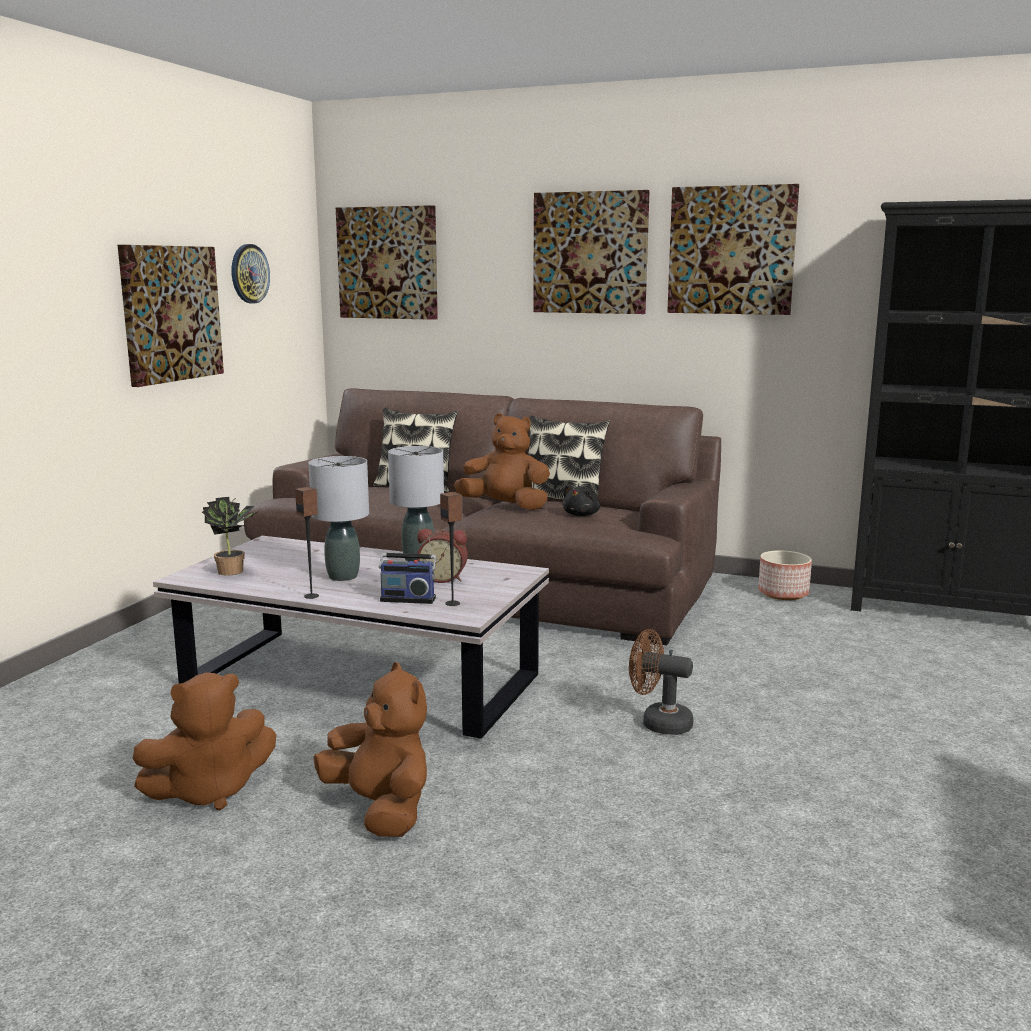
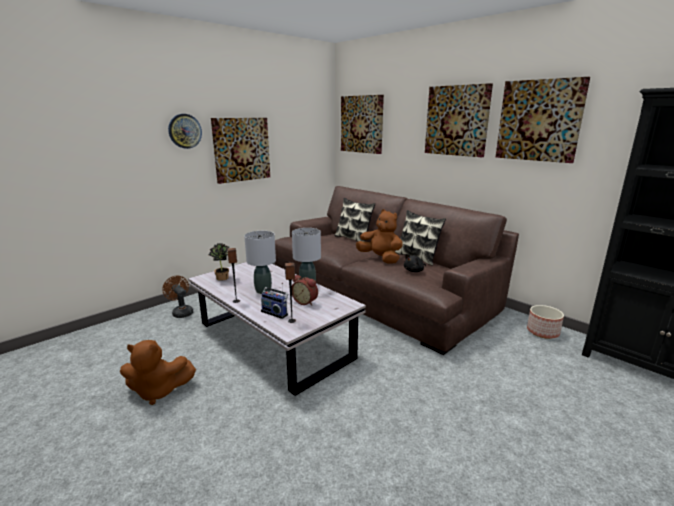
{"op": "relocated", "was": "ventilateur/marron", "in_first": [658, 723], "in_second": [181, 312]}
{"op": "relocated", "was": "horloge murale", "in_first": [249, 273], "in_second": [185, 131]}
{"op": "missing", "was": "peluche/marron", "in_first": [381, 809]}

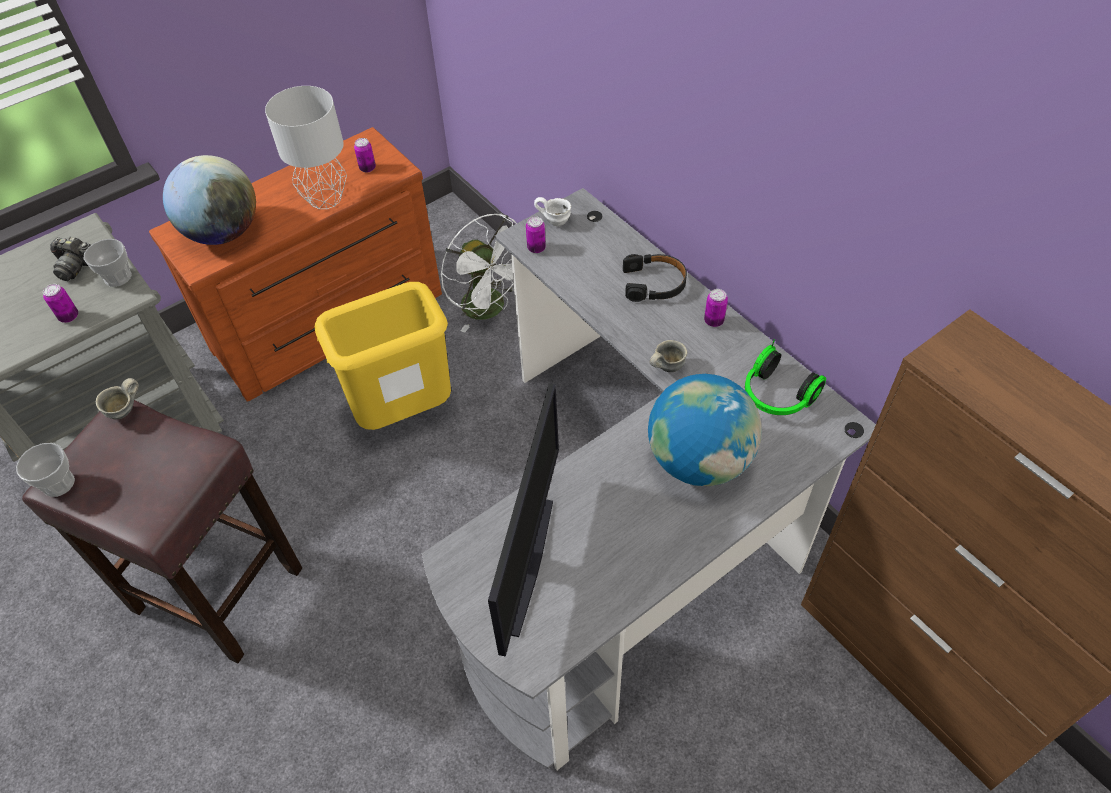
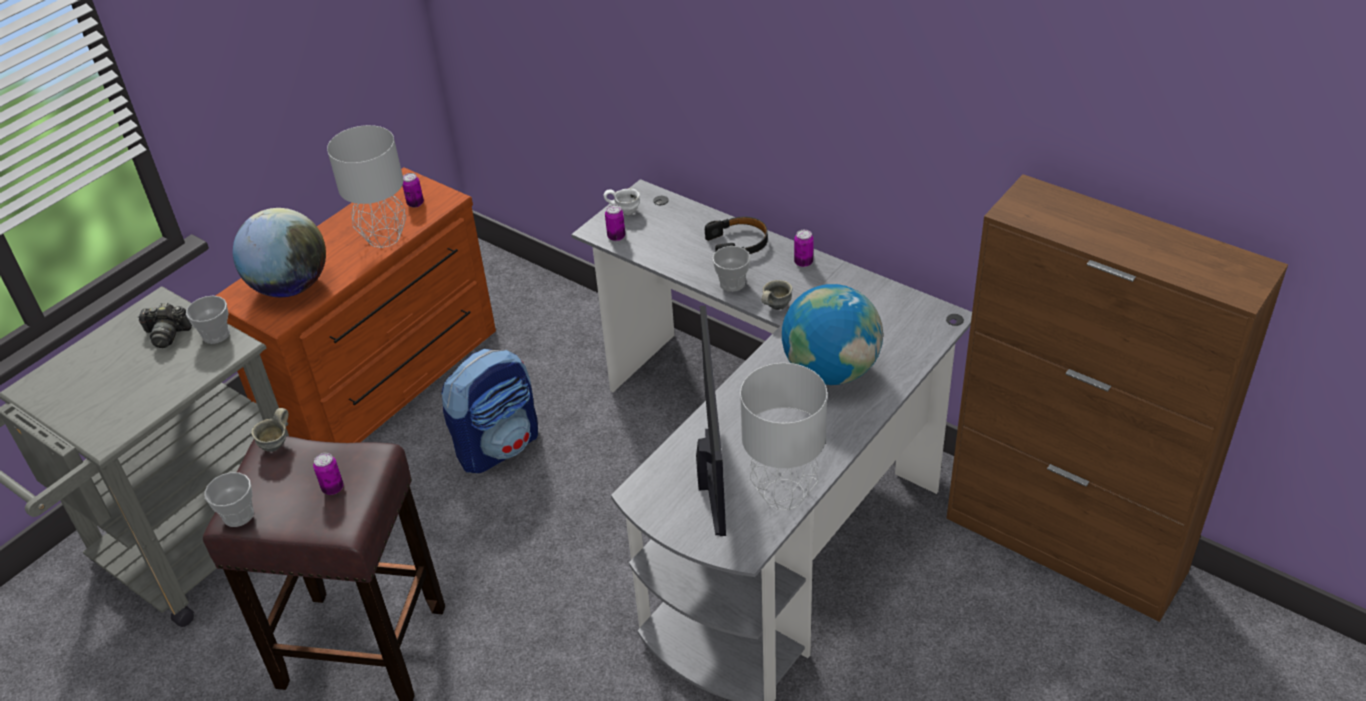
{"op": "relocated", "was": "boîte métallique", "in_first": [69, 317], "in_second": [333, 488]}
{"op": "exchanged", "was": "poubelle/jaune", "now": "sac à dos", "in_first": [405, 413], "in_second": [499, 446]}
{"op": "appeared", "now": "tasse", "in_second": [732, 283]}
{"op": "appeared", "now": "lampe de table/gris", "in_second": [784, 493]}
{"op": "missing", "was": "ventilateur/blanc", "in_first": [491, 309]}
{"op": "missing", "was": "casque audio", "in_first": [776, 396]}

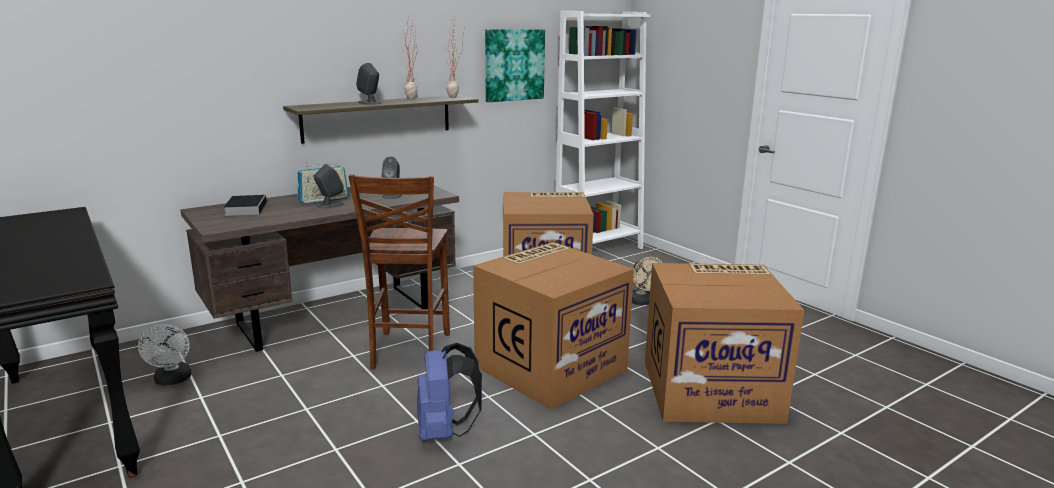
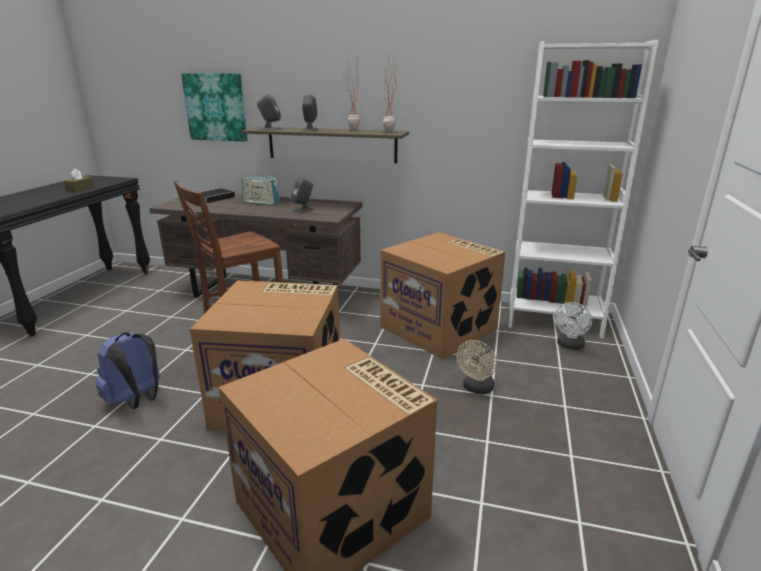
{"op": "appeared", "now": "boîte à mouchoirs/marron", "in_second": [80, 189]}
{"op": "relocated", "was": "tableau", "in_first": [514, 65], "in_second": [216, 107]}
{"op": "relocated", "was": "enceinte/gris", "in_first": [330, 205], "in_second": [270, 129]}
{"op": "relocated", "was": "ventilateur/blanc", "in_first": [172, 380], "in_second": [569, 346]}

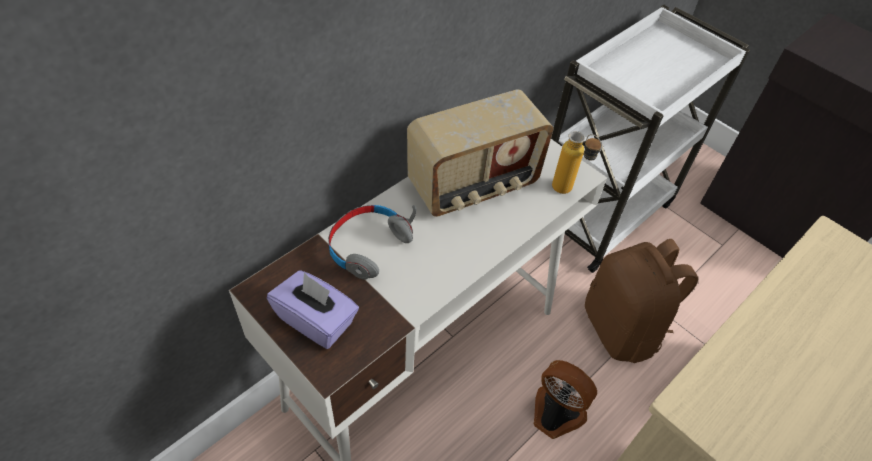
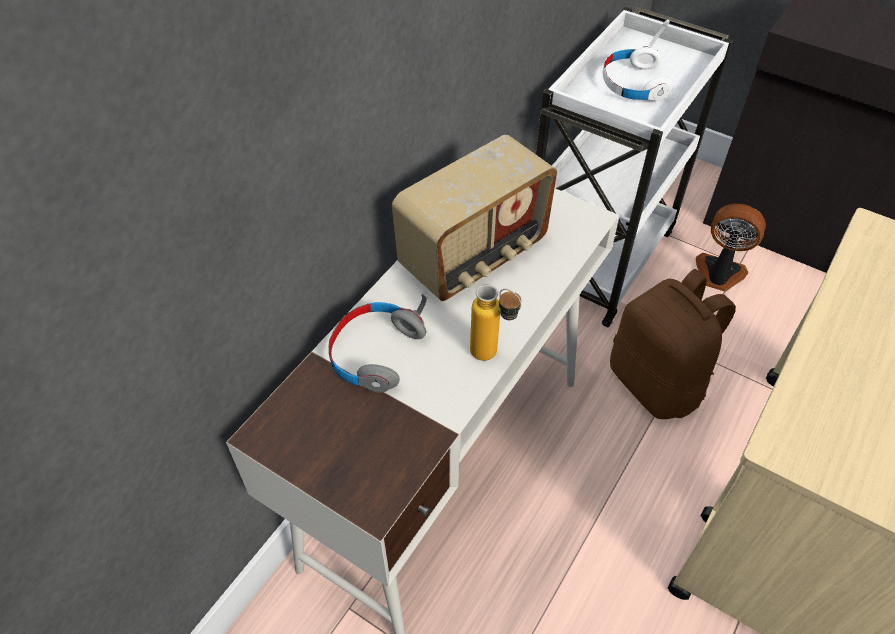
{"op": "relocated", "was": "bouteille", "in_first": [568, 192], "in_second": [493, 356]}
{"op": "appeared", "now": "casque audio/blanc", "in_second": [633, 84]}
{"op": "relocated", "was": "ventilateur", "in_first": [554, 415], "in_second": [718, 274]}
{"op": "missing", "was": "boîte à mouchoirs/violet", "in_first": [316, 320]}

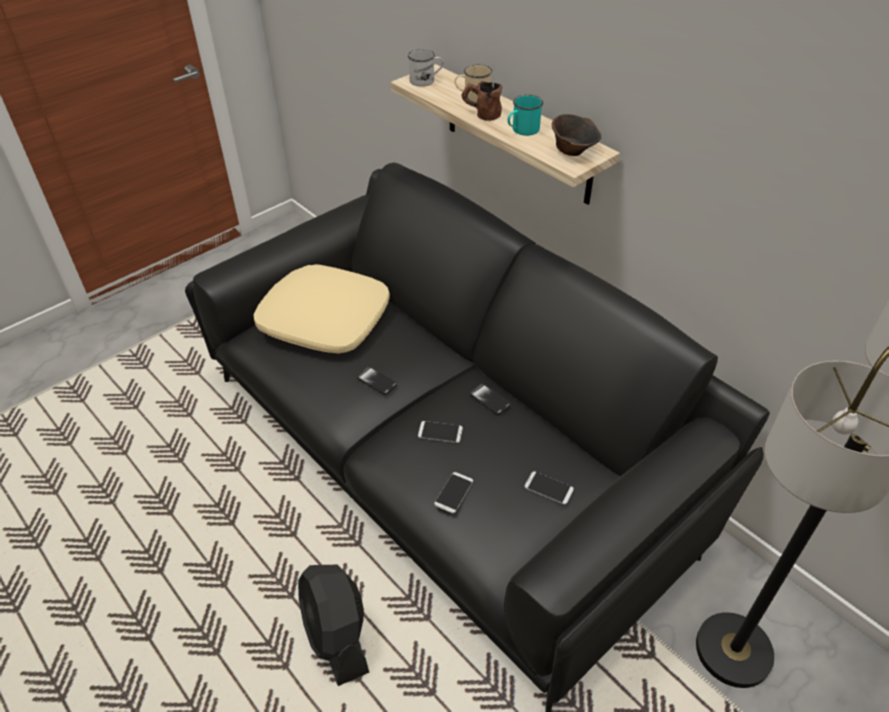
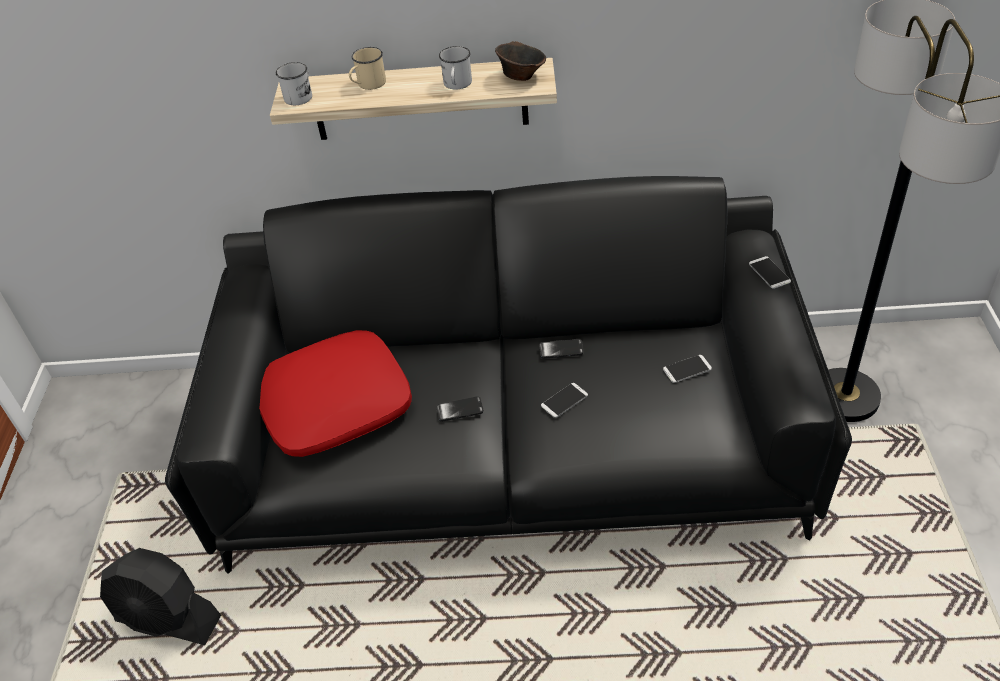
{"op": "relocated", "was": "ventilateur/noir", "in_first": [337, 635], "in_second": [169, 619]}
{"op": "colour", "was": "coussin/beige", "now": "coussin/rouge", "in_first": [325, 319], "in_second": [335, 404]}
{"op": "colour", "was": "mug/turquoise", "now": "mug/blanc", "in_first": [522, 130], "in_second": [457, 85]}
{"op": "relocated", "was": "téléphone", "in_first": [454, 493], "in_second": [769, 273]}
{"op": "missing", "was": "mug/marron", "in_first": [481, 114]}

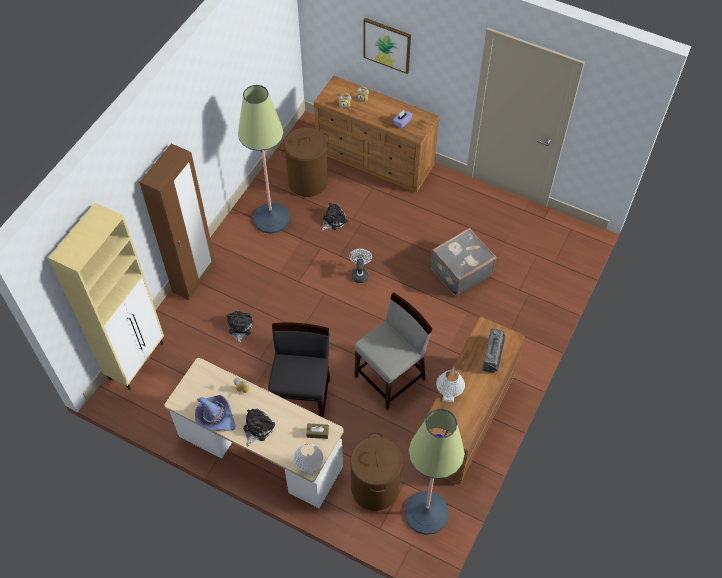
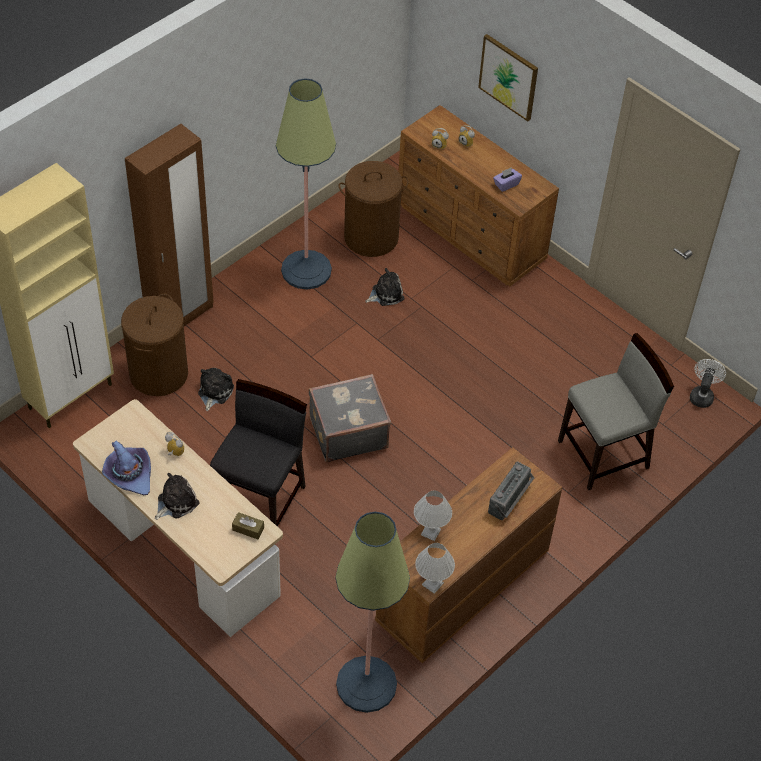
{"op": "relocated", "was": "panier à linge/marron", "in_first": [375, 488], "in_second": [159, 374]}
{"op": "relocated", "was": "valise/gris", "in_first": [460, 271], "in_second": [347, 431]}
{"op": "relocated", "was": "lampe de table/blanc", "in_first": [309, 469], "in_second": [432, 584]}
{"op": "relocated", "was": "chaise/gris", "in_first": [390, 378], "in_second": [604, 454]}
{"op": "relocated", "was": "ventilateur/blanc", "in_first": [360, 273], "in_second": [702, 395]}

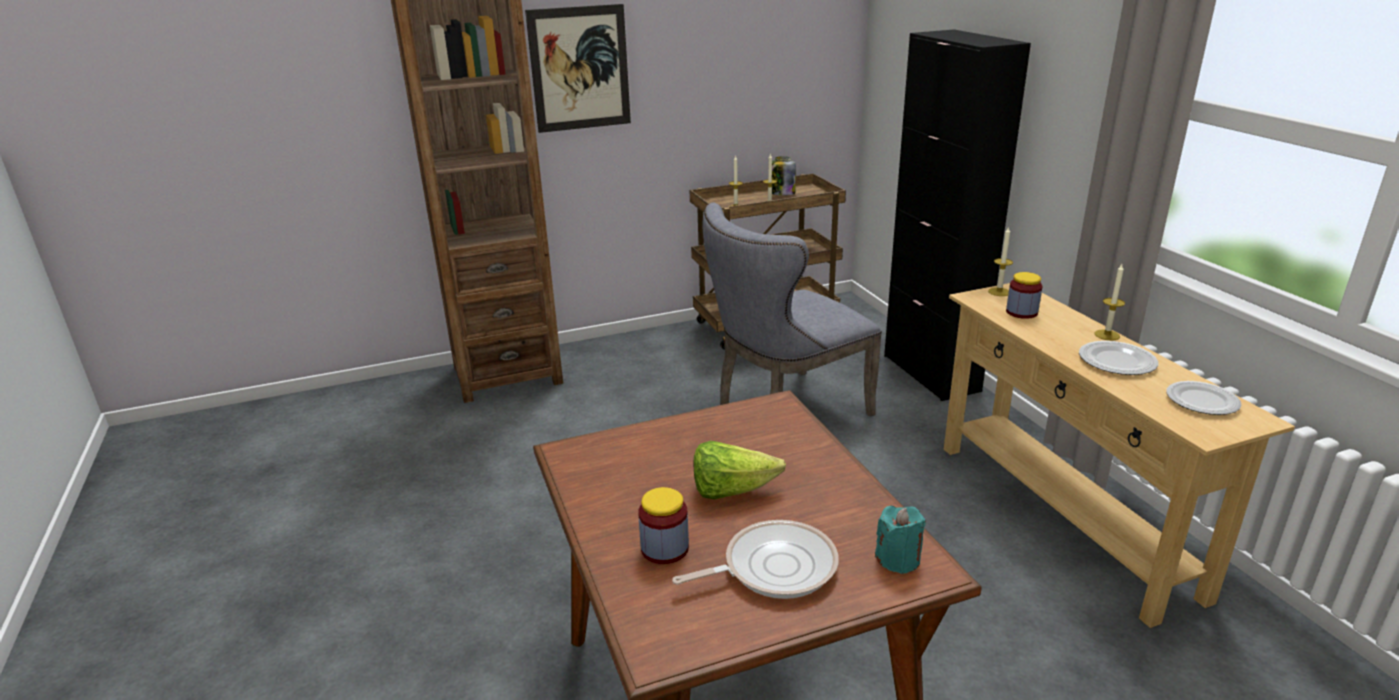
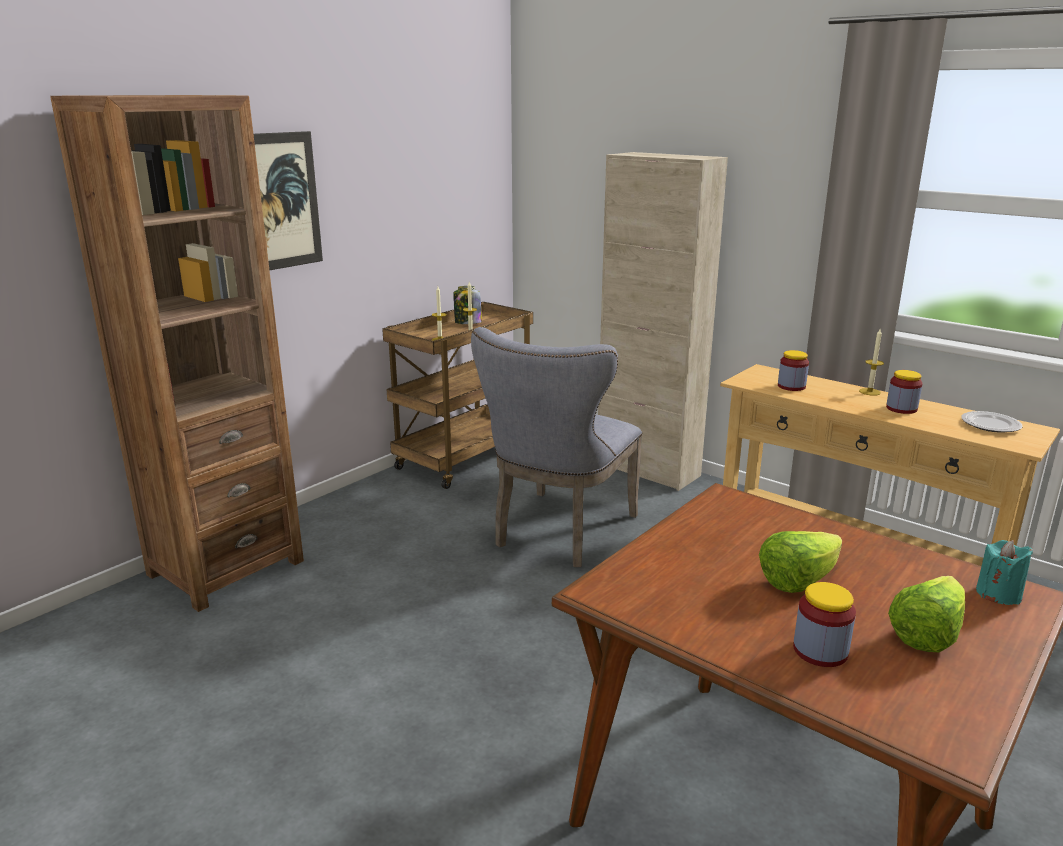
{"op": "colour", "was": "meuble de rangement/noir", "now": "meuble de rangement/beige", "in_first": [930, 373], "in_second": [647, 470]}
{"op": "exchanged", "was": "assiette", "now": "bocal", "in_first": [1116, 361], "in_second": [901, 408]}
{"op": "exchanged", "was": "poêle", "now": "laitue", "in_first": [773, 567], "in_second": [926, 634]}
{"op": "missing", "was": "bougie", "in_first": [999, 292]}

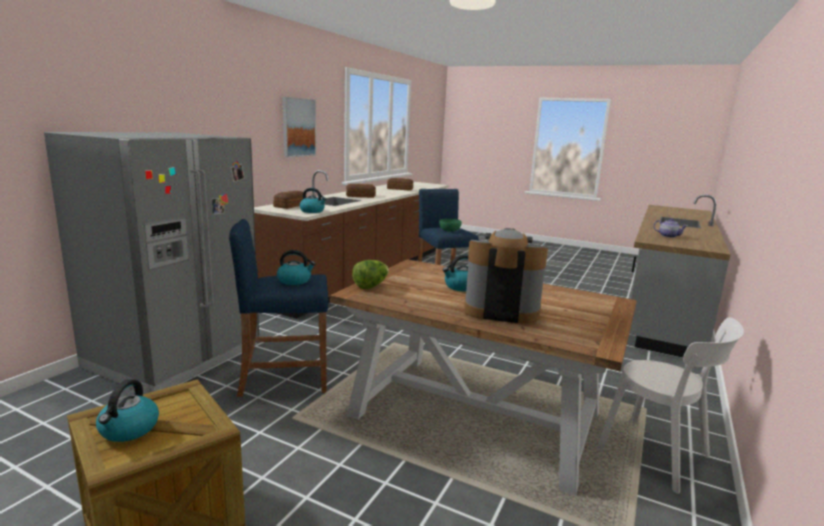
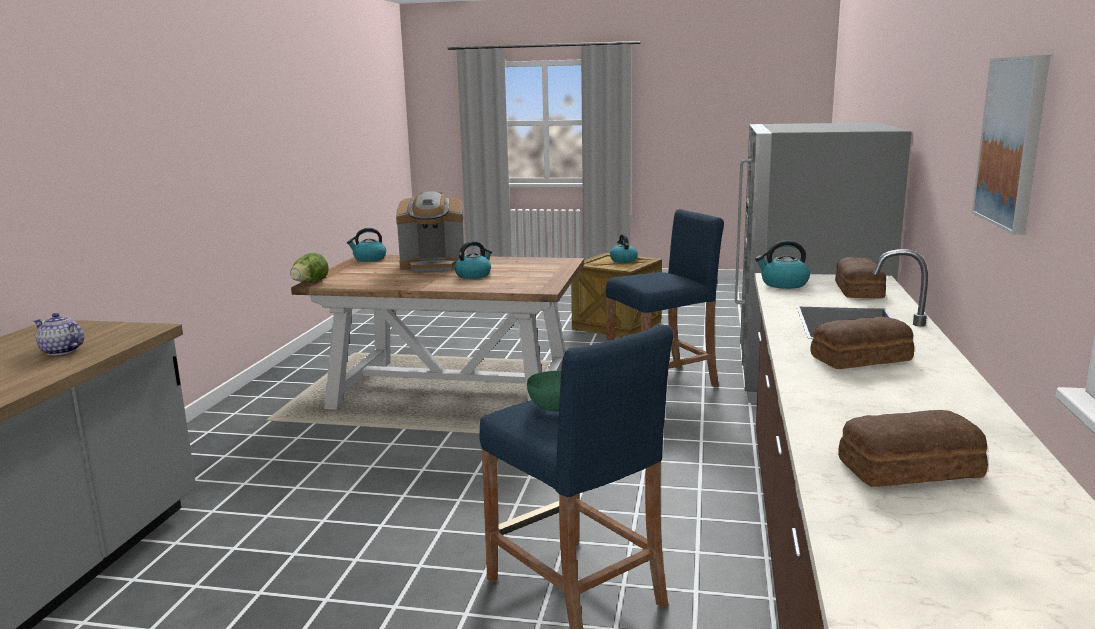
{"op": "relocated", "was": "laitue", "in_first": [371, 286], "in_second": [310, 283]}
{"op": "relocated", "was": "bouilloire", "in_first": [295, 281], "in_second": [369, 259]}
{"op": "missing", "was": "chaise/blanc", "in_first": [658, 456]}

